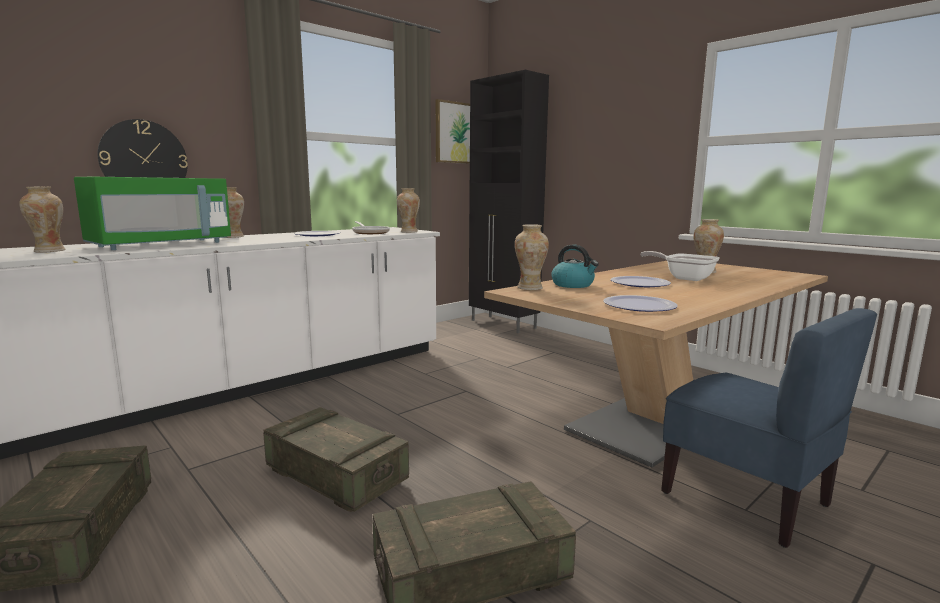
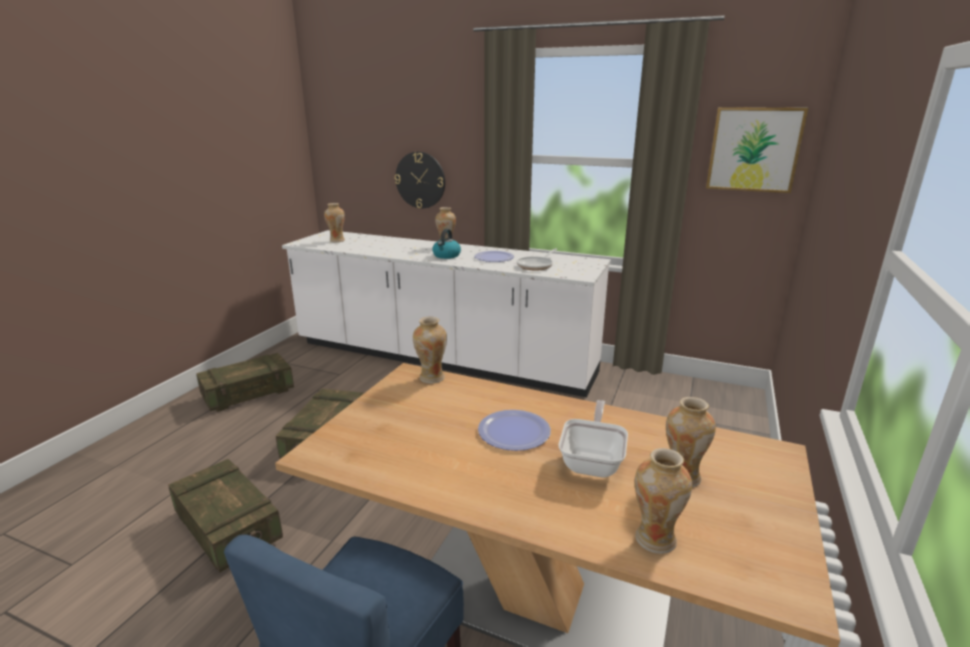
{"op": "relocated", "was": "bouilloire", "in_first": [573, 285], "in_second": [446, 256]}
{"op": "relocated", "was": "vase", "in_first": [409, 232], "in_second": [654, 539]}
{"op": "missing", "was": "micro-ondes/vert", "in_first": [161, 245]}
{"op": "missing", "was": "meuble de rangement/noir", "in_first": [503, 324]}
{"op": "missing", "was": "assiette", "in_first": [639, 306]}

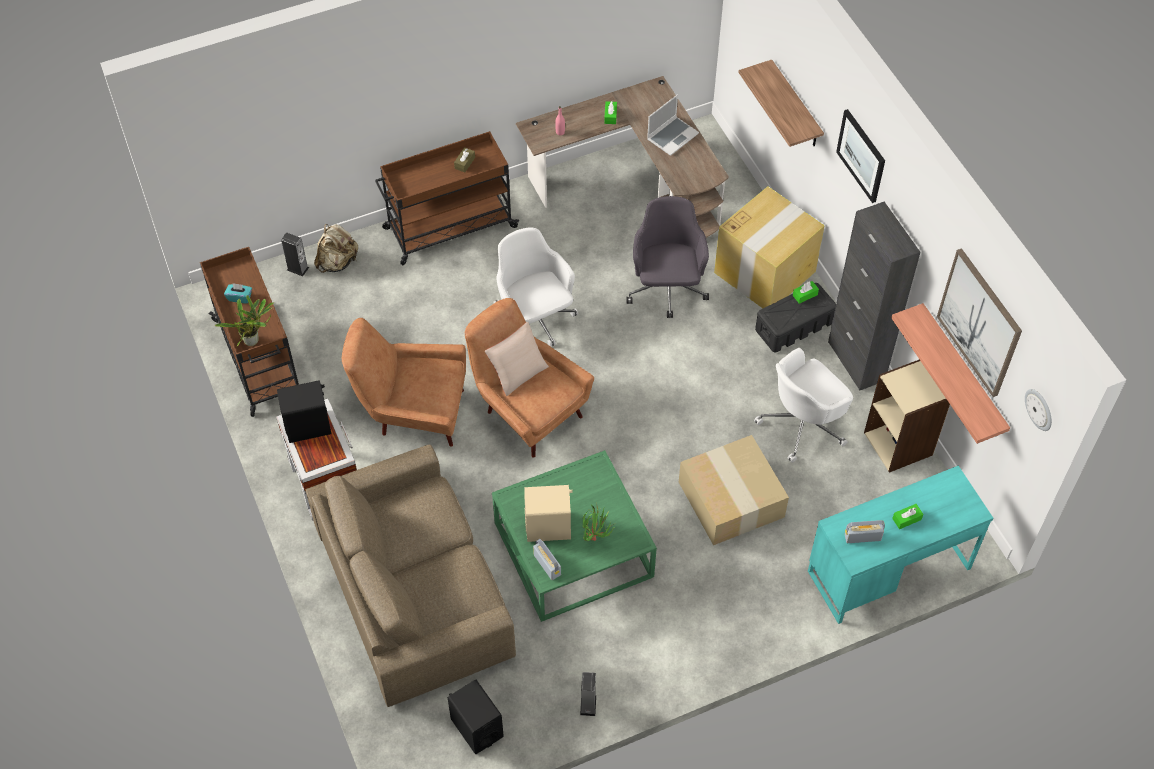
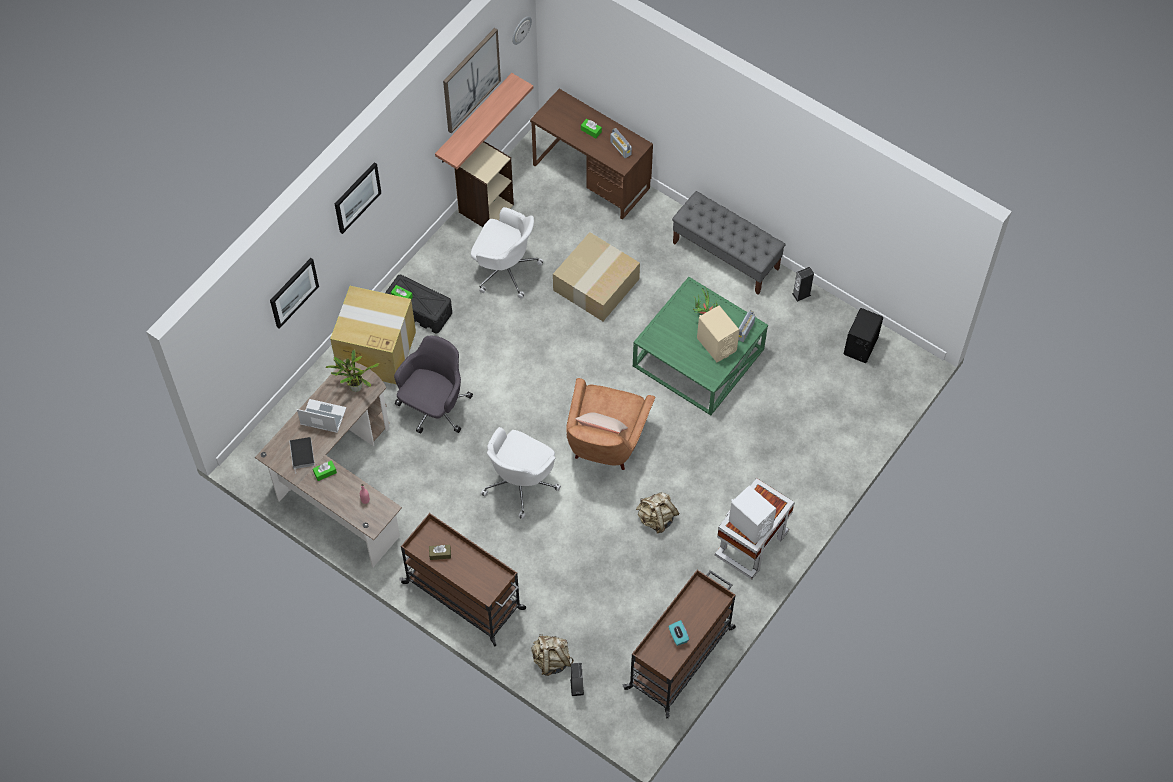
{"op": "exchanged", "was": "étagère", "now": "tableau", "in_first": [795, 106], "in_second": [293, 292]}
{"op": "appeared", "now": "livre", "in_second": [302, 455]}
{"op": "relocated", "was": "plante en pot", "in_first": [254, 340], "in_second": [354, 386]}
{"op": "spun", "was": "chaise de bureau/gris", "in_first": [667, 289], "in_second": [434, 408], "clockwise": 150}
{"op": "colour", "was": "bureau/turquoise", "now": "bureau/marron", "in_first": [888, 569], "in_second": [591, 177]}
{"op": "exchanged", "was": "fauteuil/marron", "now": "sac à dos/beige", "in_first": [413, 412], "in_second": [656, 518]}
{"op": "appeared", "now": "banc/gris", "in_second": [726, 256]}
{"op": "colour", "was": "enceinte/noir", "now": "enceinte/blanc", "in_first": [308, 426], "in_second": [750, 524]}
{"op": "missing", "was": "canapé/marron", "in_first": [415, 590]}
{"op": "missing", "was": "meuble de rangement/noir", "in_first": [856, 361]}

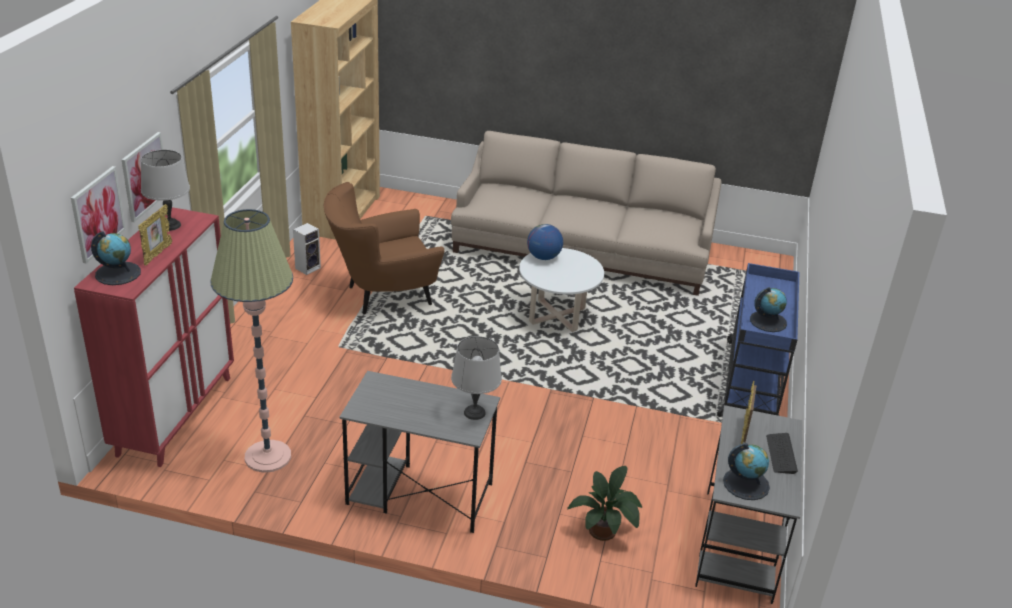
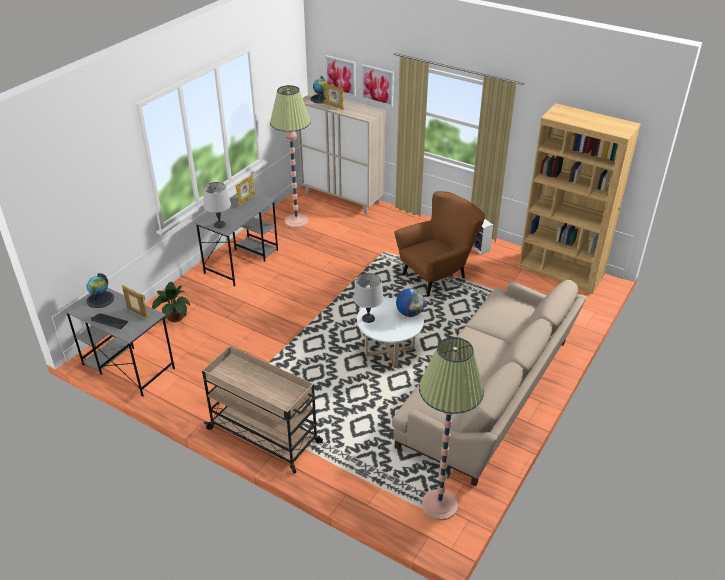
{"op": "colour", "was": "chariot/bleu", "now": "chariot/beige", "in_first": [752, 381], "in_second": [265, 436]}
{"op": "appeared", "now": "cadre photo", "in_second": [246, 201]}
{"op": "colour", "was": "meuble de rangement/rouge", "now": "meuble de rangement/beige", "in_first": [175, 415], "in_second": [342, 198]}
{"op": "relocated", "was": "lampe de table/gris", "in_first": [170, 225], "in_second": [368, 318]}
{"op": "spun", "was": "fauteuil/marron", "in_first": [382, 296], "in_second": [438, 275], "clockwise": 60}
{"op": "appeared", "now": "lampadaire", "in_second": [439, 505]}
{"op": "missing", "was": "globe", "in_first": [768, 321]}

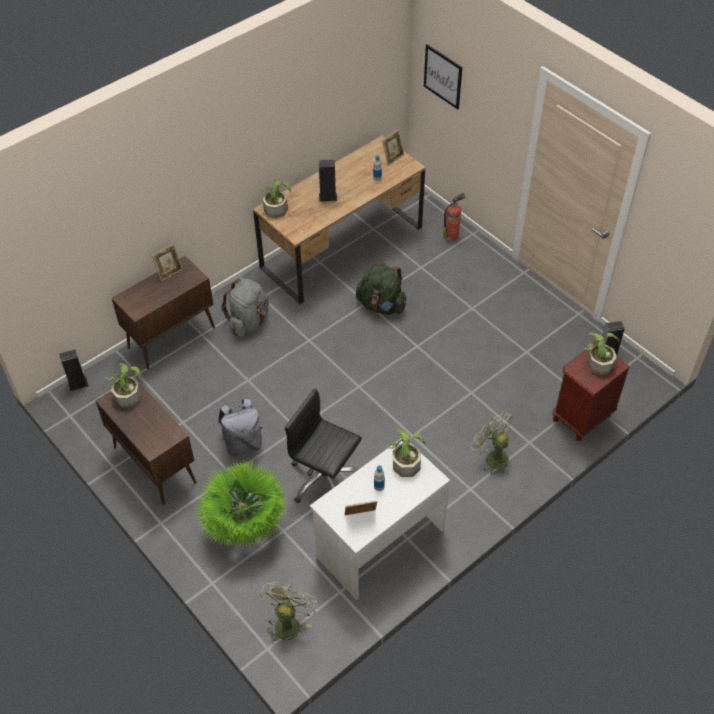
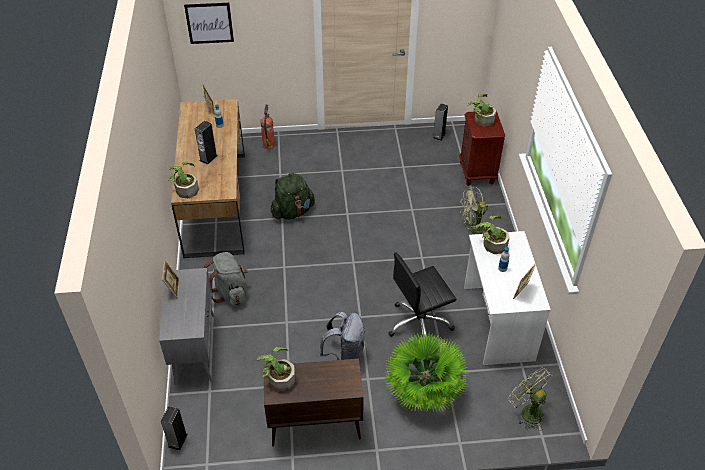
{"op": "colour", "was": "meuble de rangement/marron", "now": "meuble de rangement/gris", "in_first": [172, 337], "in_second": [195, 348]}

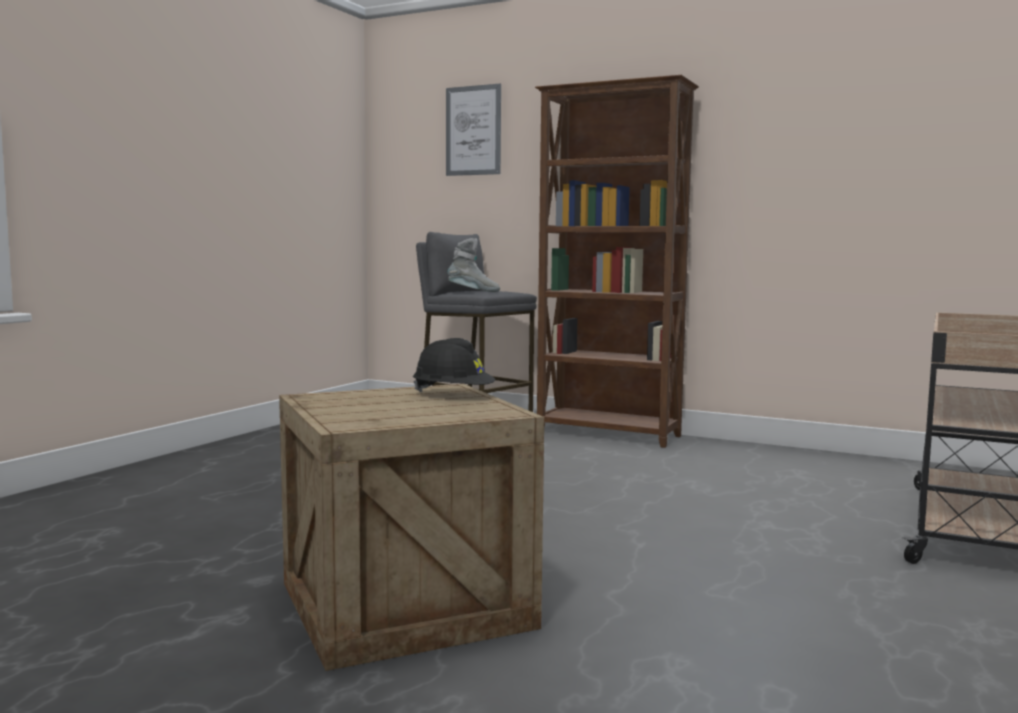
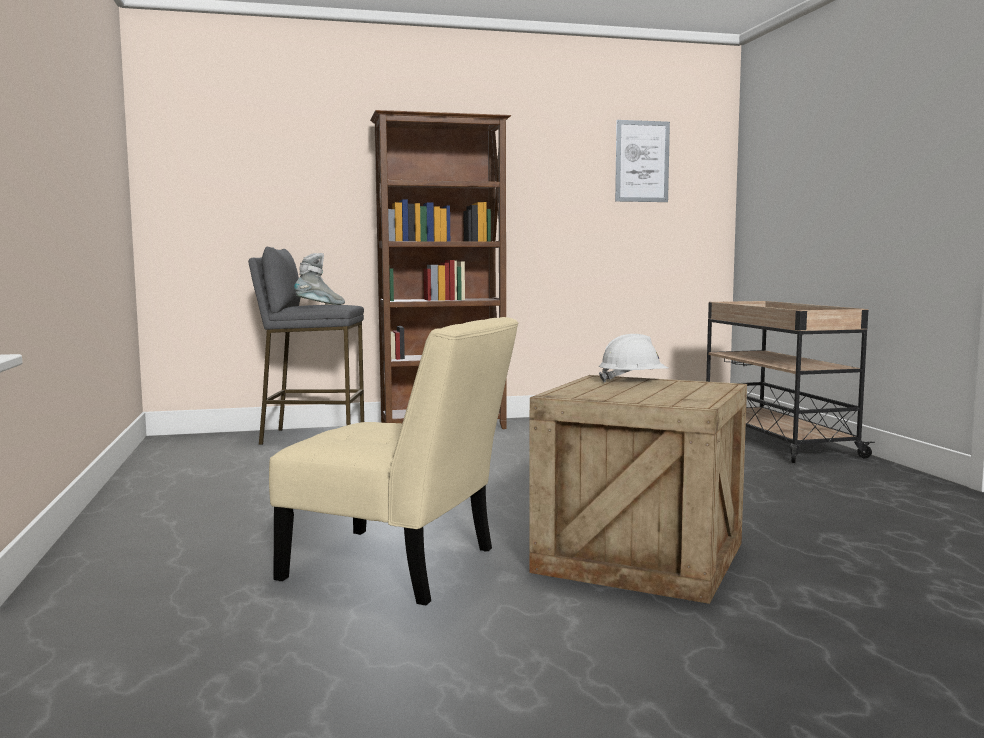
{"op": "appeared", "now": "chaise/beige", "in_second": [400, 567]}
{"op": "colour", "was": "casque de chantier/noir", "now": "casque de chantier/blanc", "in_first": [453, 395], "in_second": [633, 381]}
{"op": "relocated", "was": "tableau", "in_first": [473, 130], "in_second": [642, 161]}

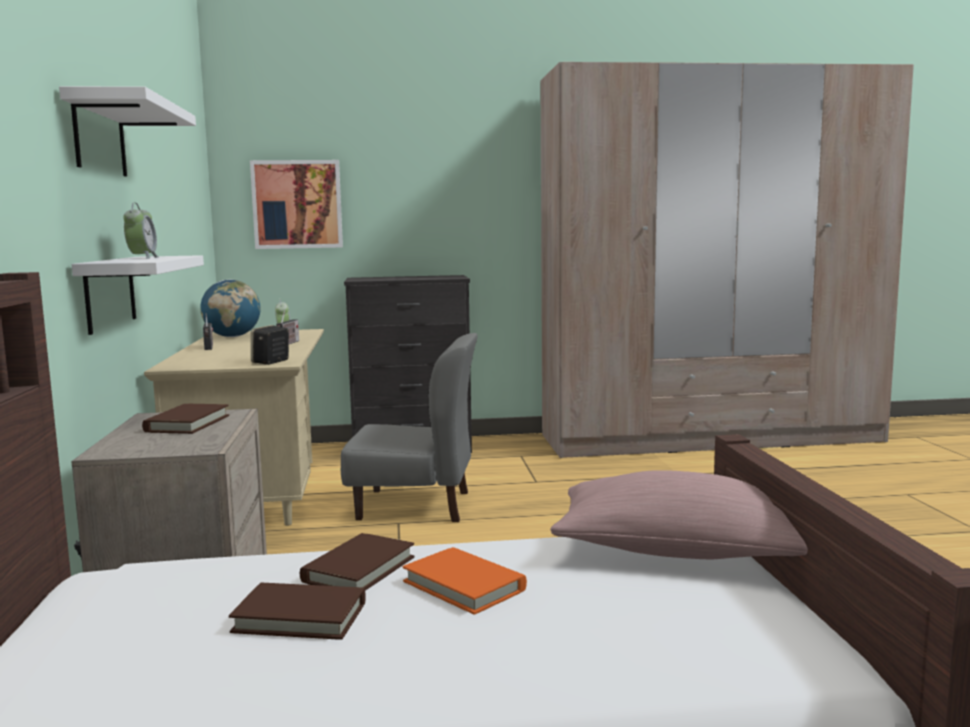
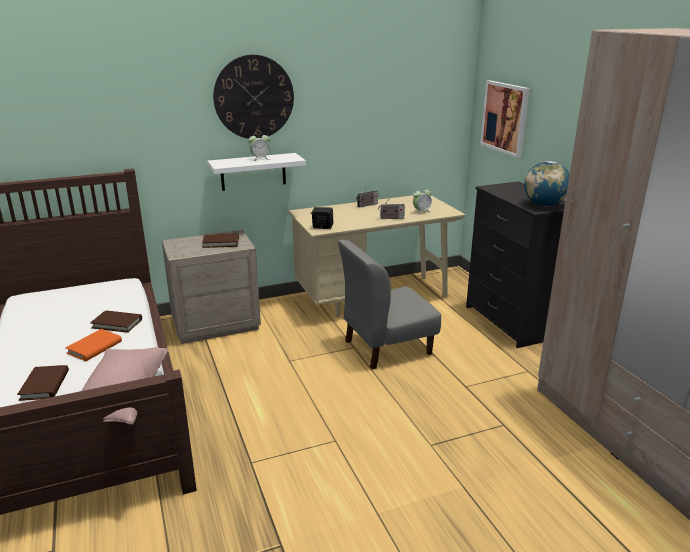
{"op": "relocated", "was": "livre/marron", "in_first": [300, 617], "in_second": [45, 385]}
{"op": "exchanged", "was": "étagère/blanc", "now": "horloge murale", "in_first": [99, 137], "in_second": [254, 97]}
{"op": "spun", "was": "chaise/gris", "in_first": [415, 505], "in_second": [386, 347], "clockwise": 75}
{"op": "relocated", "was": "globe", "in_first": [232, 336], "in_second": [544, 205]}

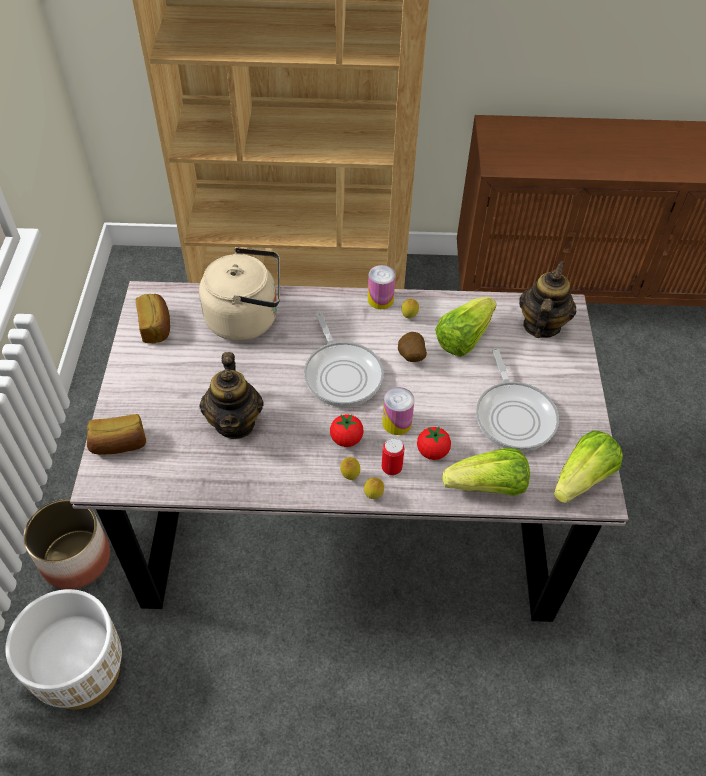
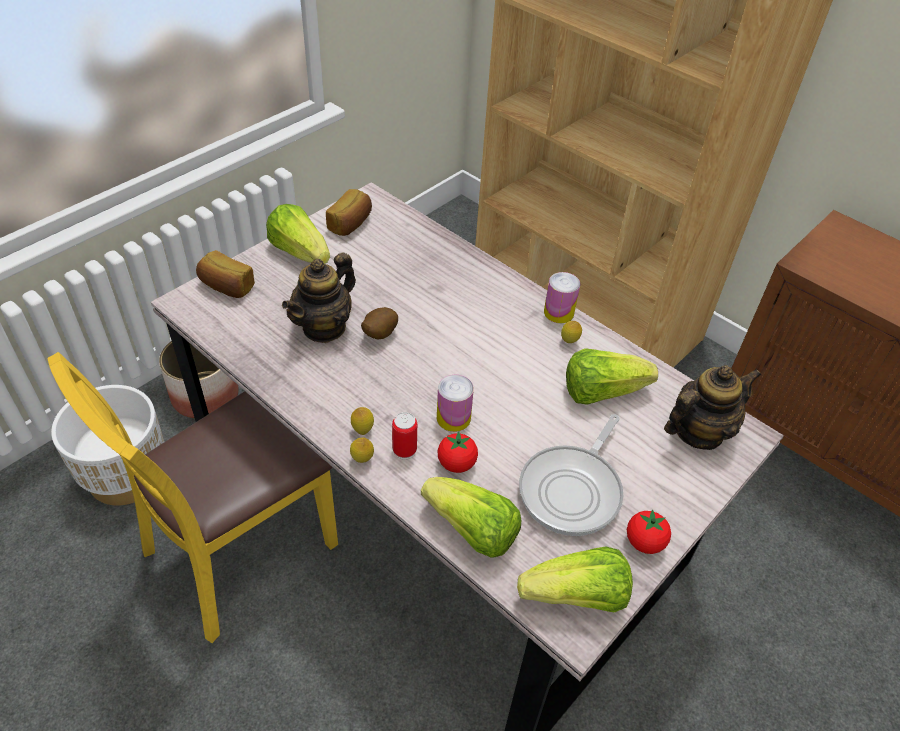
{"op": "appeared", "now": "chaise/jaune", "in_second": [239, 551]}
{"op": "appeared", "now": "laitue", "in_second": [300, 252]}
{"op": "relocated", "was": "pomme de terre", "in_first": [410, 357], "in_second": [378, 334]}
{"op": "relocated", "was": "tomate", "in_first": [346, 439], "in_second": [644, 542]}
{"op": "missing", "was": "bouilloire/beige", "in_first": [247, 318]}
{"op": "missing", "was": "poêle", "in_first": [342, 374]}

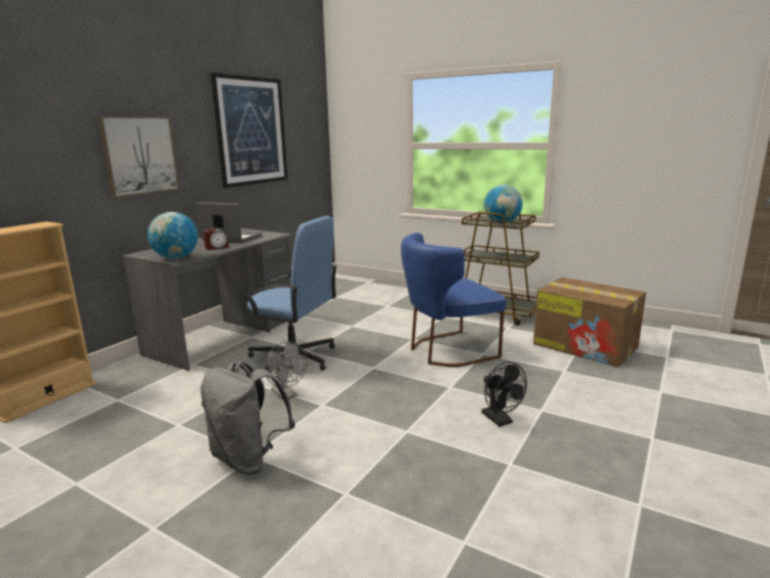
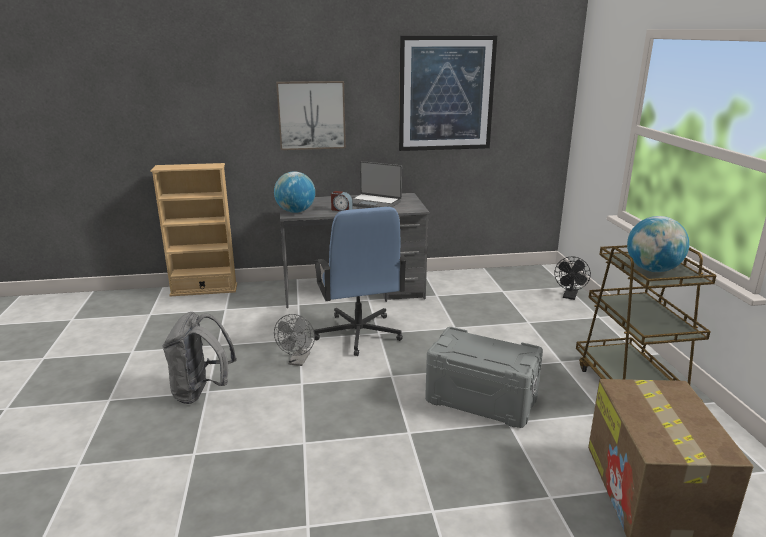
{"op": "spun", "was": "ordinateur portable", "in_first": [231, 238], "in_second": [374, 203], "clockwise": 135}
{"op": "exchanged", "was": "chaise/bleu", "now": "boîte de rangement/gris", "in_first": [447, 351], "in_second": [481, 398]}
{"op": "relocated", "was": "ventilateur/noir", "in_first": [500, 420], "in_second": [570, 296]}

